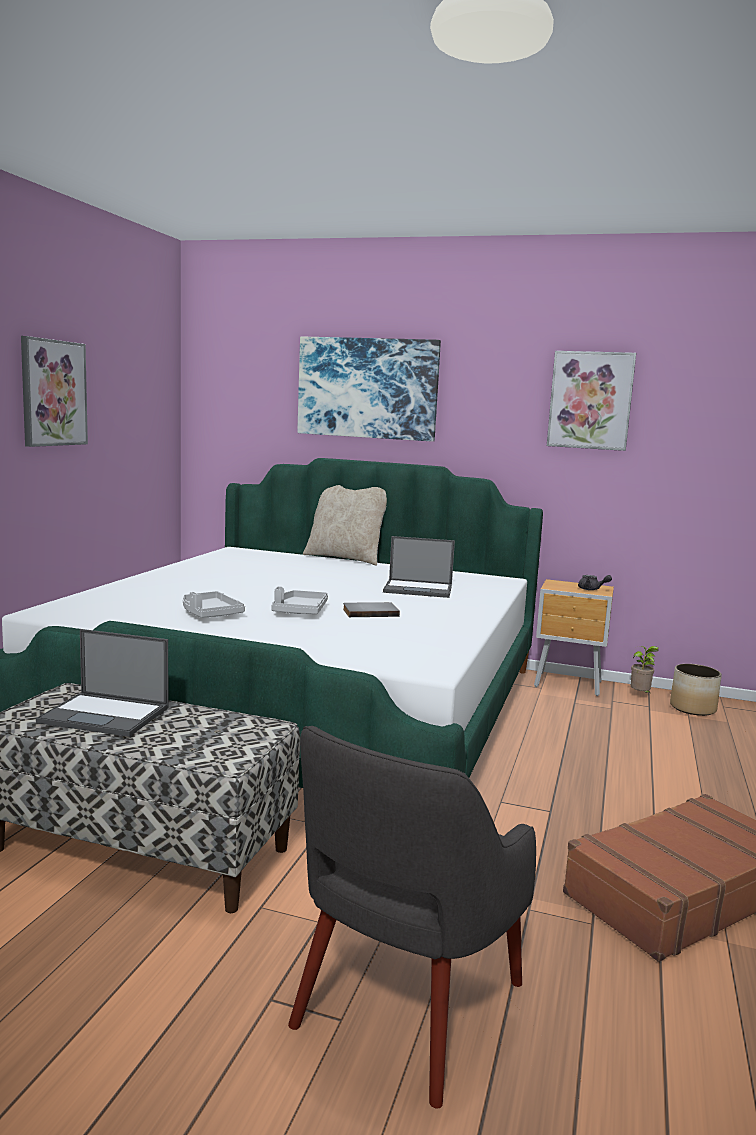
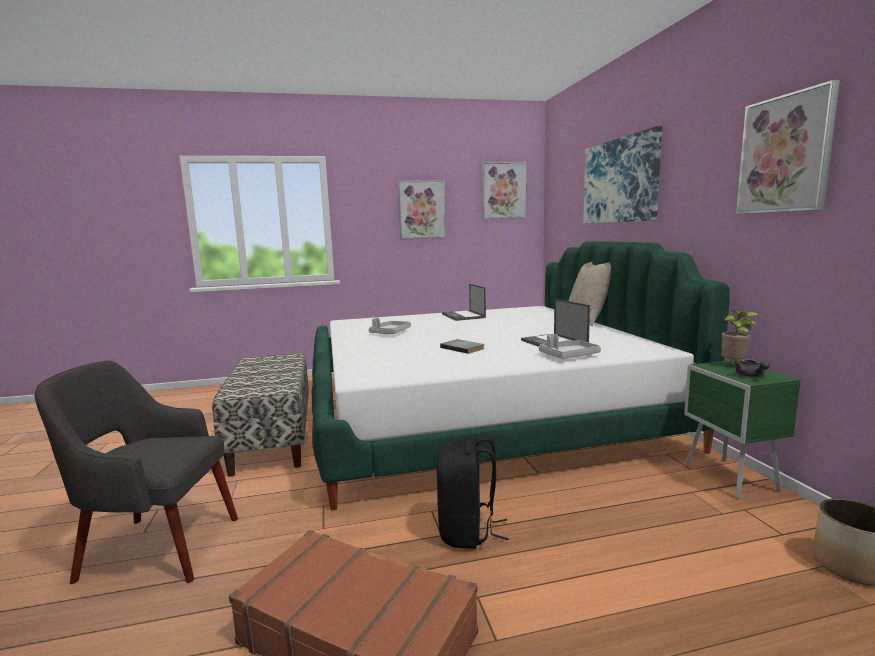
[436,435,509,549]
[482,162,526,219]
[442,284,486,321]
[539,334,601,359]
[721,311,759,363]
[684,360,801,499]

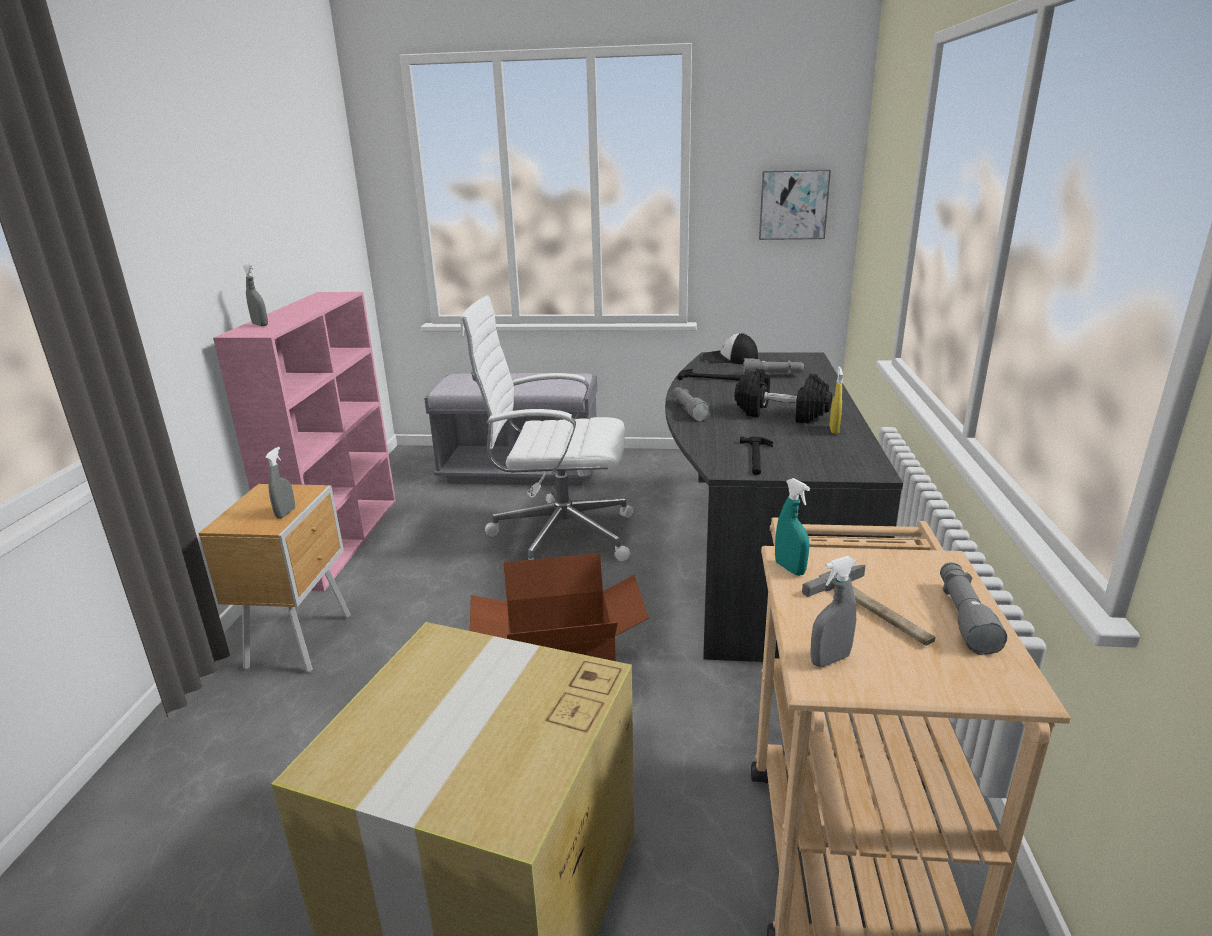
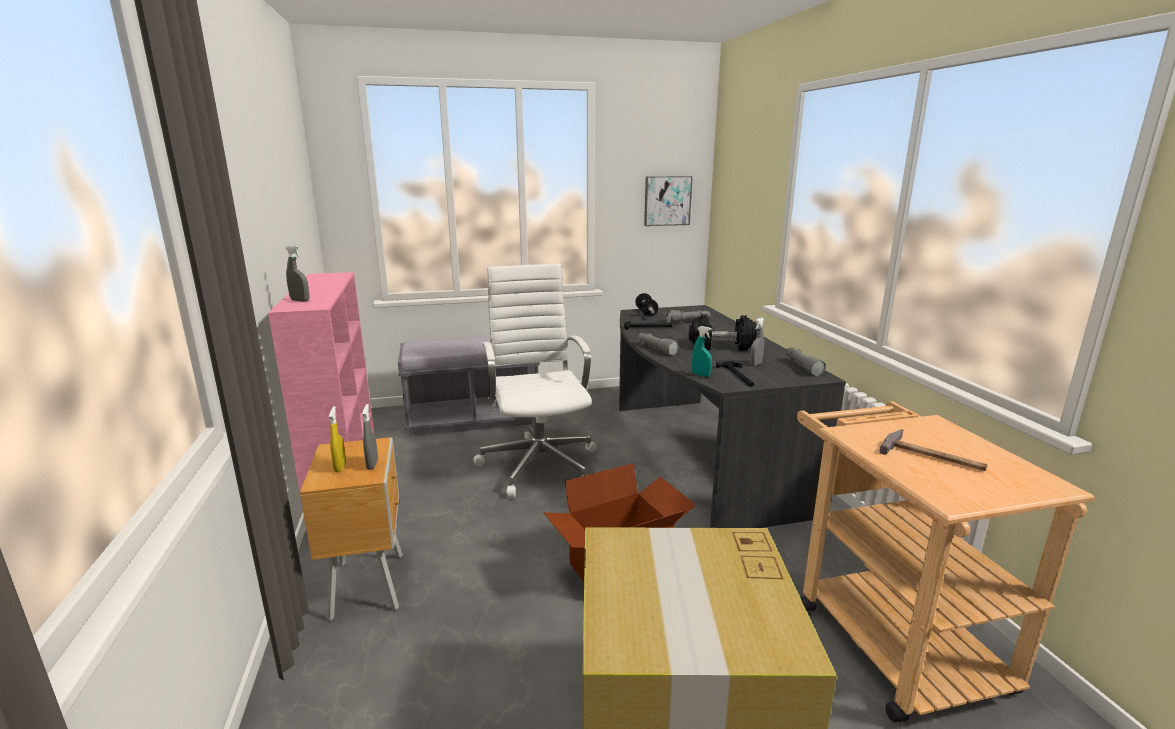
[692,326,712,377]
[749,317,764,366]
[329,406,346,472]
[786,347,826,376]
[635,293,658,317]
[473,264,597,498]

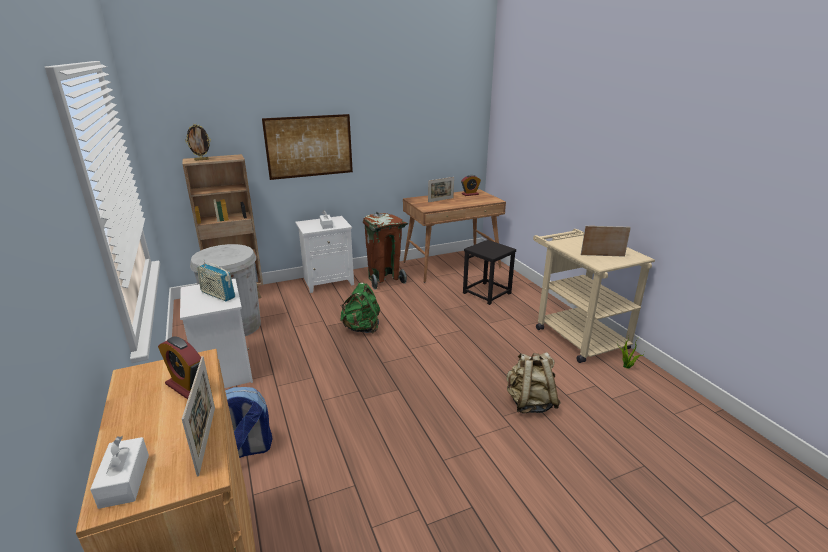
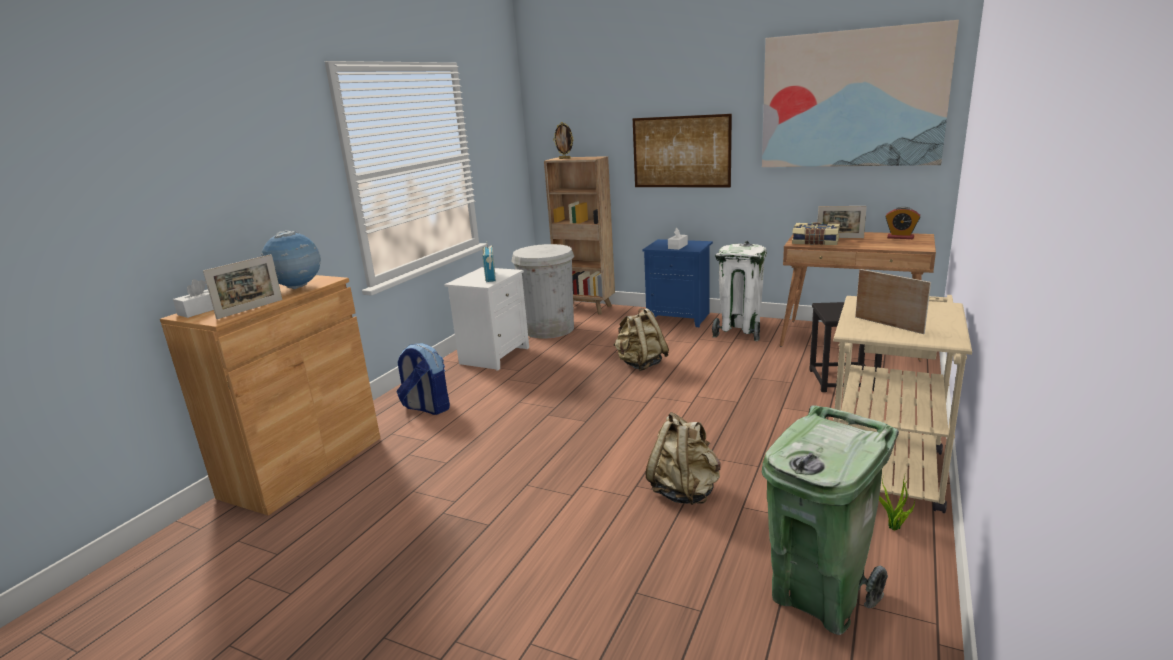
[762,20,959,167]
[762,405,899,635]
[792,222,840,245]
[261,230,321,289]
[642,239,713,327]
[614,308,669,371]
[712,241,767,341]

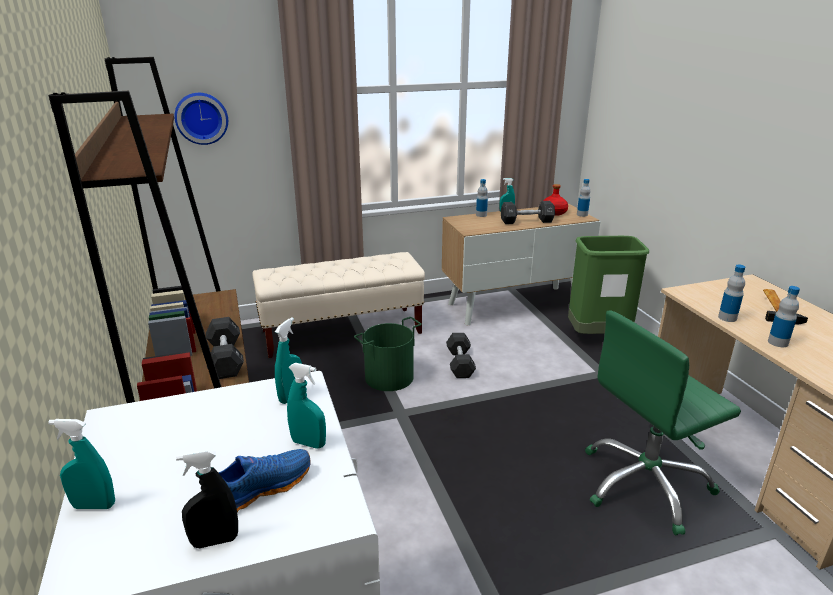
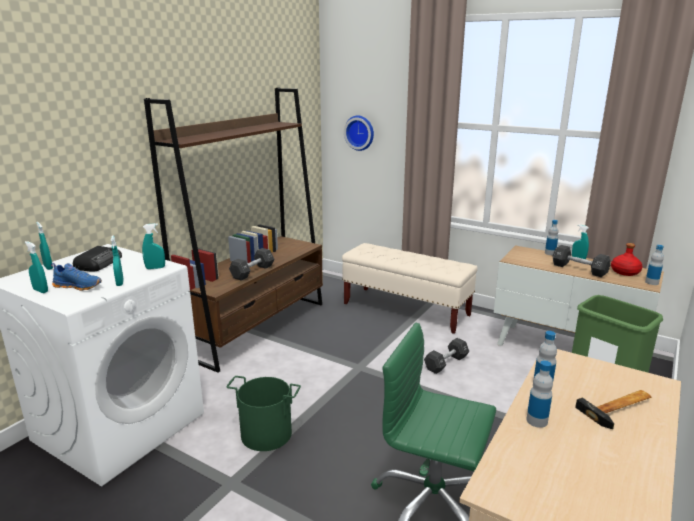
[73,246,122,272]
[226,376,301,451]
[25,241,48,293]

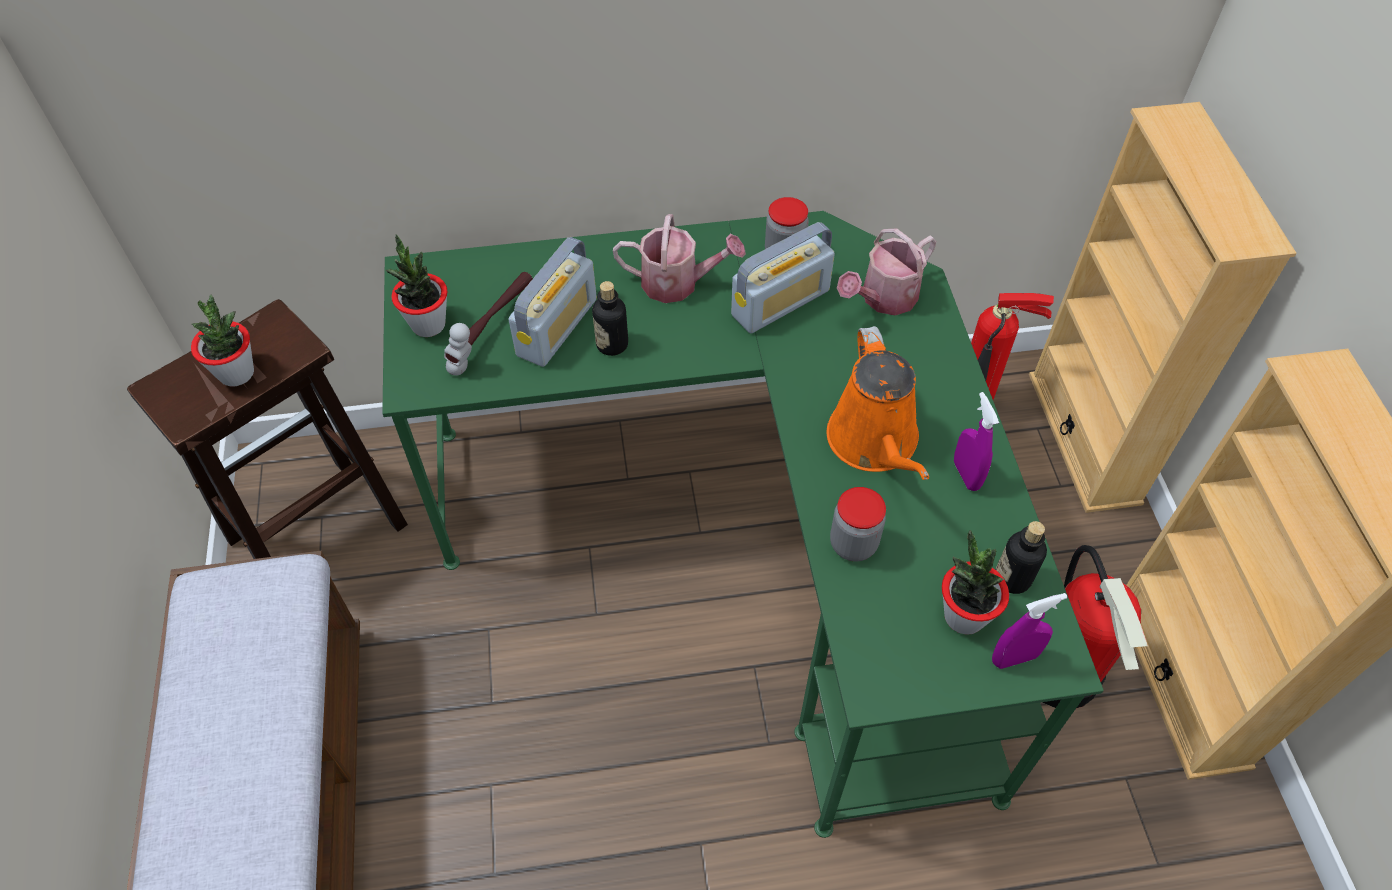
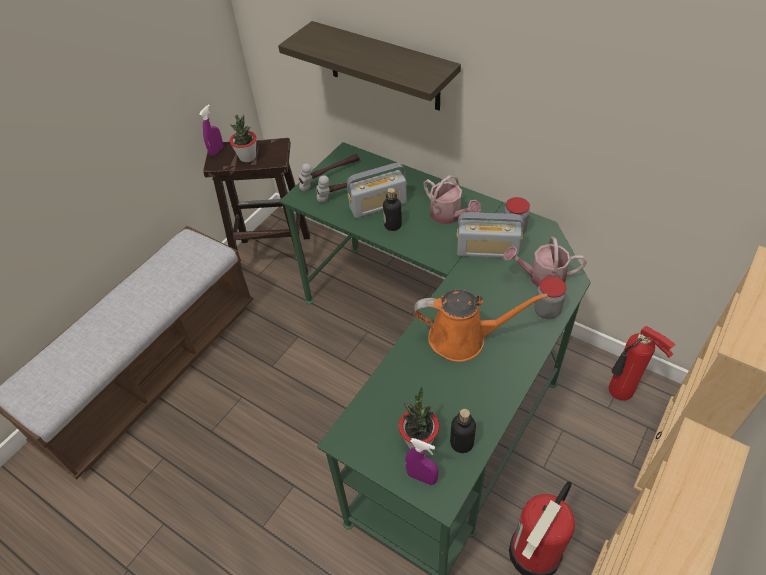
[278,21,461,110]
[534,277,567,319]
[199,104,223,156]
[299,154,360,191]
[414,290,548,362]

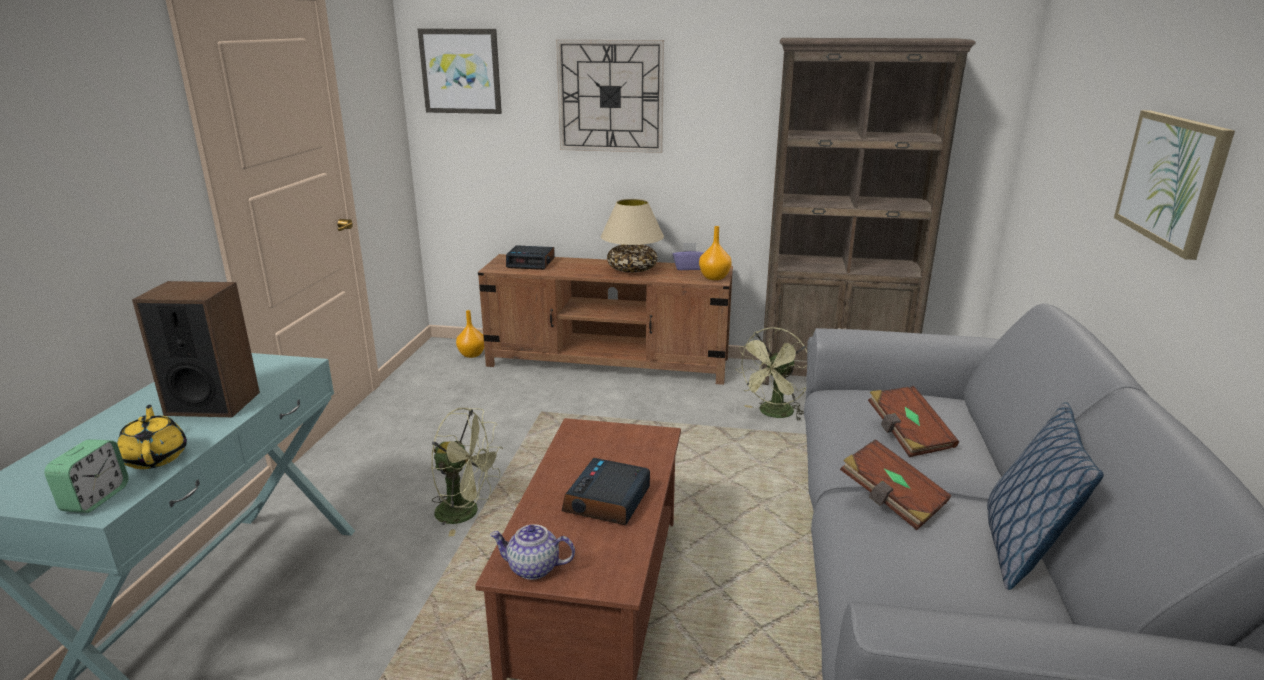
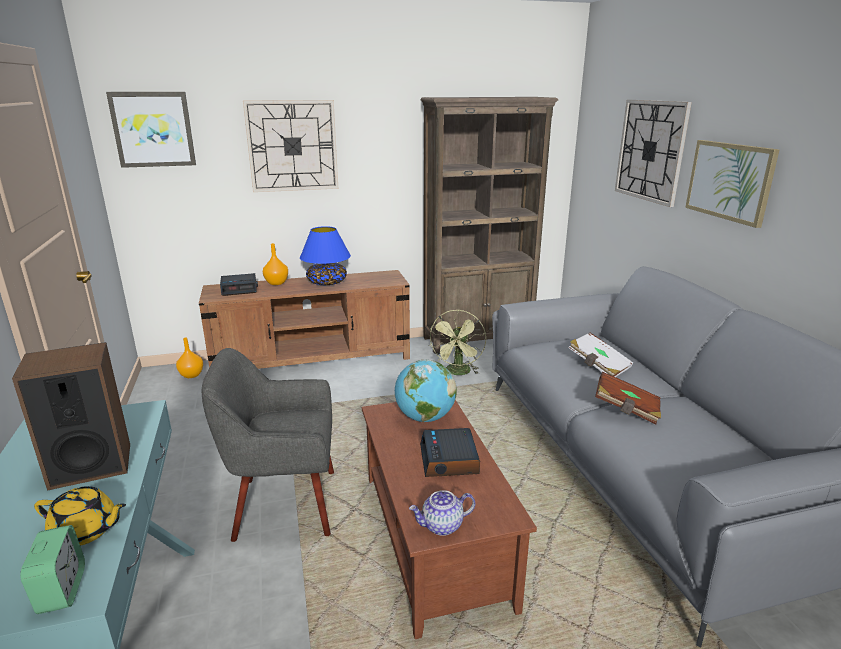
[673,243,704,270] (first image)
[987,402,1104,590] (first image)
[395,360,457,422]
[615,100,692,207]
[263,243,288,285]
[202,348,334,542]
[300,226,351,285]
[568,333,633,377]
[34,486,126,546]

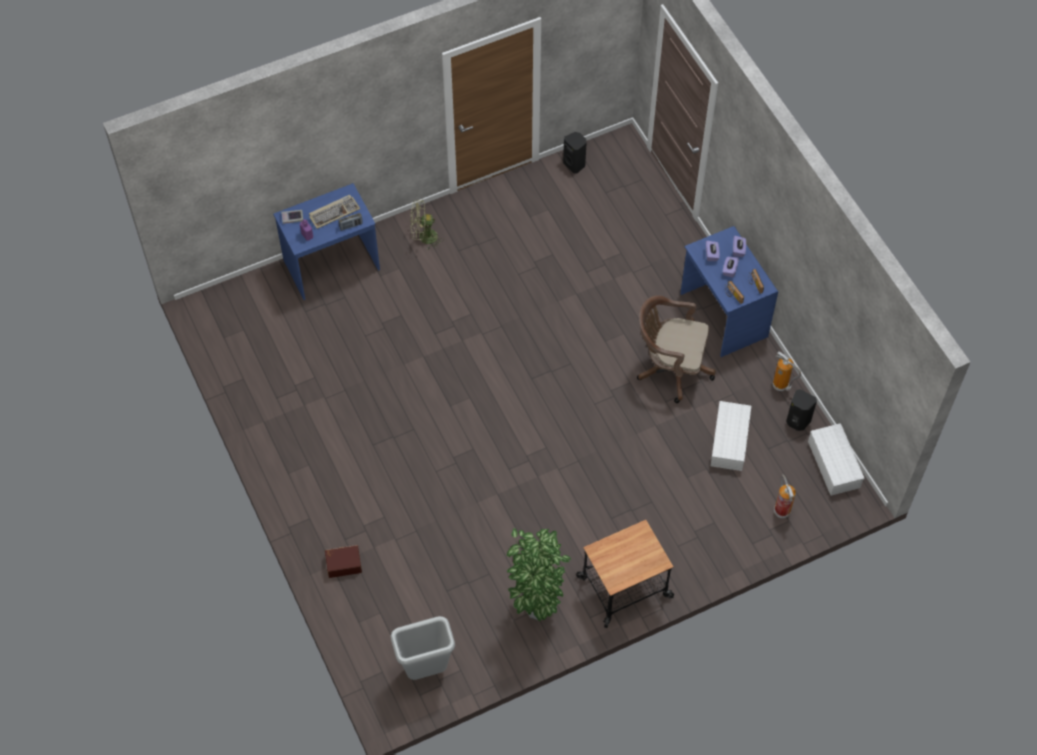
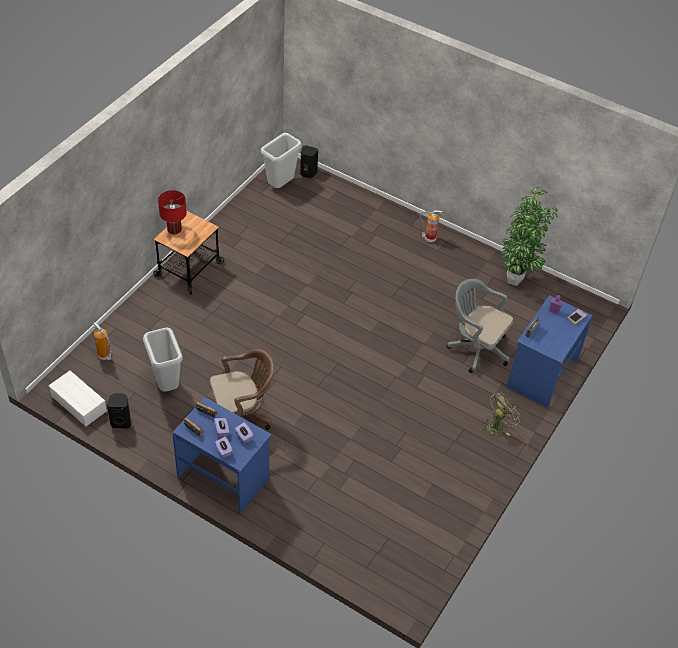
[309,195,360,229] (first image)
[325,545,362,578] (first image)
[158,190,187,234]
[446,279,513,373]
[501,187,558,286]
[300,145,318,178]
[419,210,443,242]
[143,327,183,392]

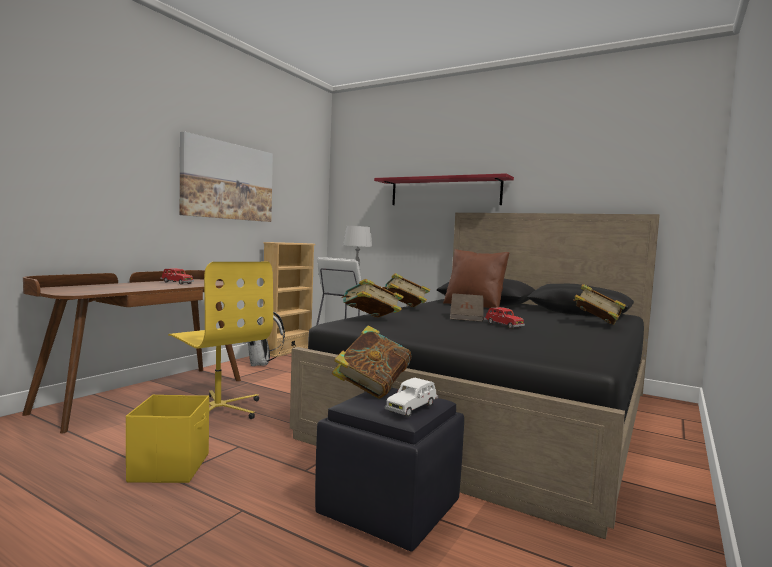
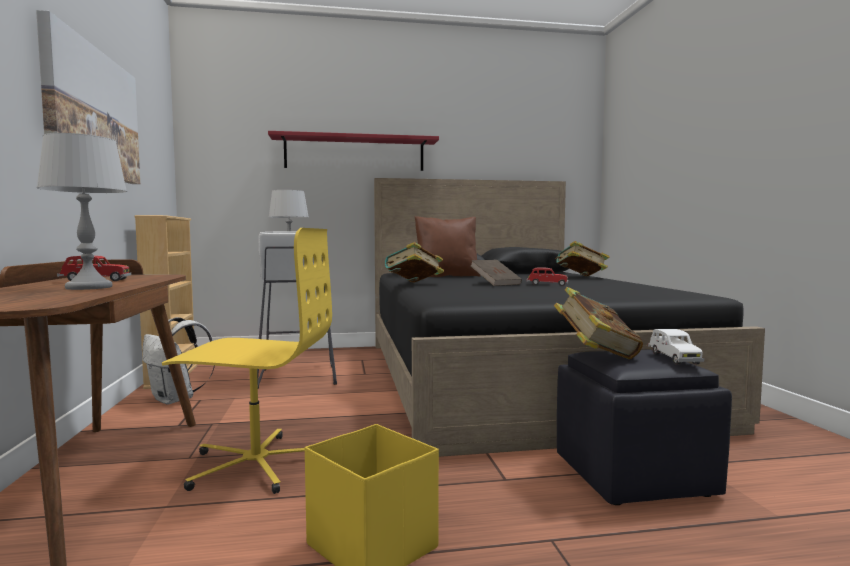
[341,278,404,318] (first image)
[36,133,127,290]

